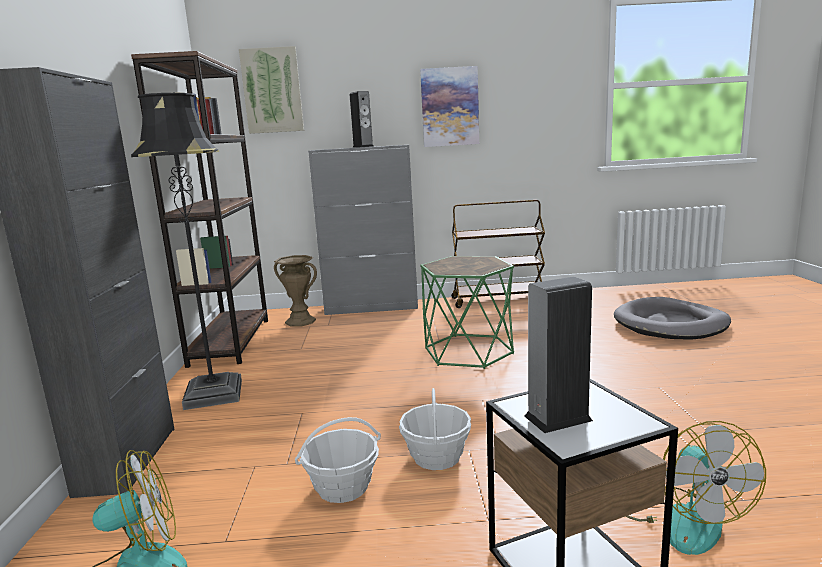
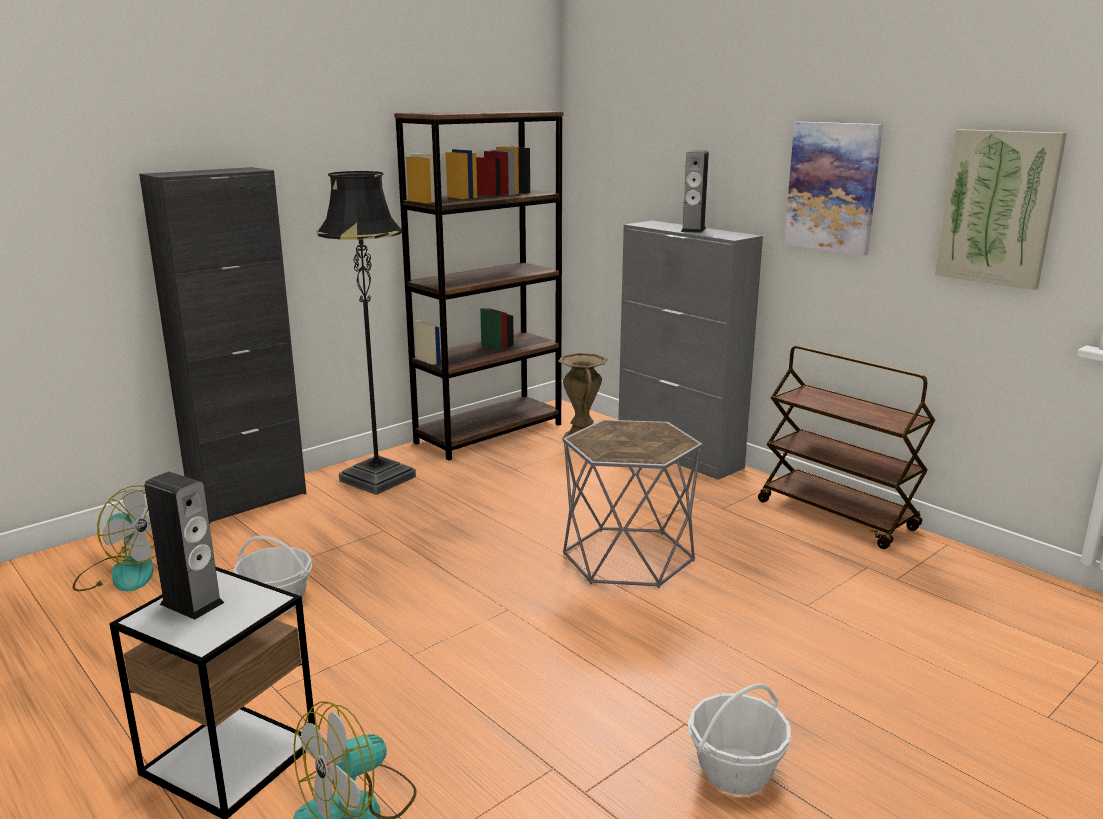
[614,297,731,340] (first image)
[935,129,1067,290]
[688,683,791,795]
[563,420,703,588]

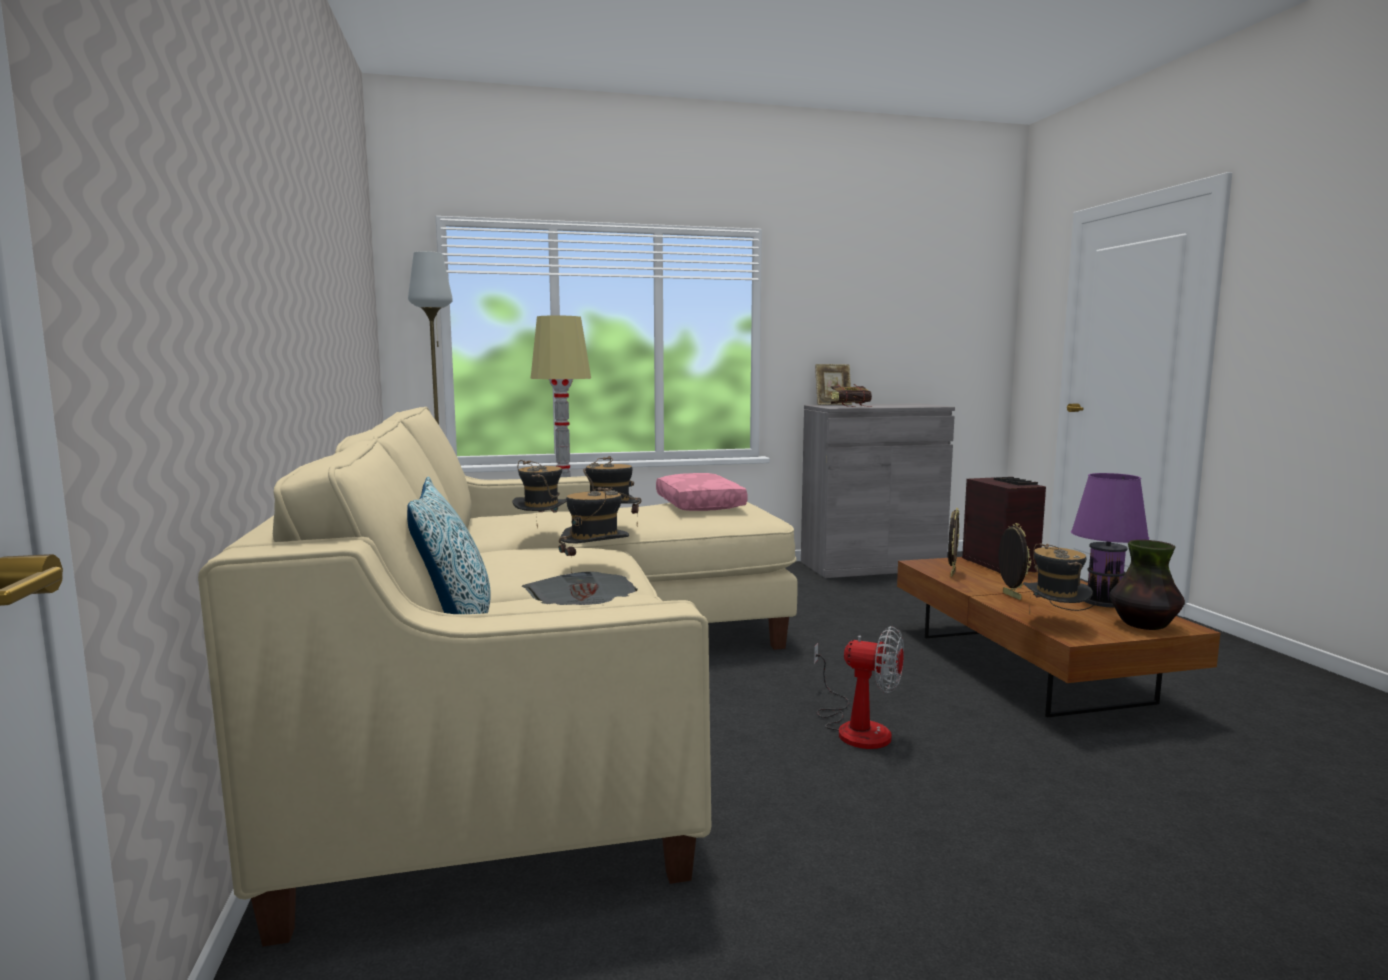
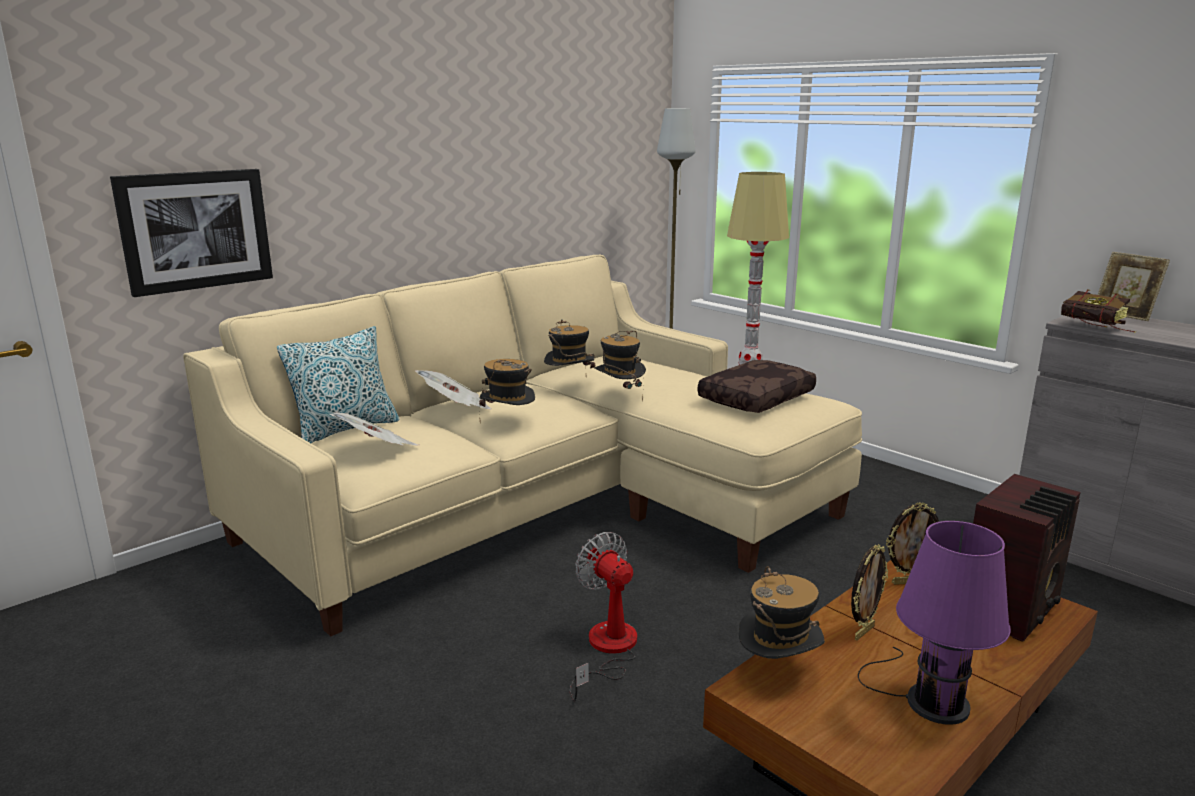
[1109,540,1185,630] (first image)
[110,169,273,297]
[415,370,491,409]
[697,360,816,413]
[570,532,637,701]

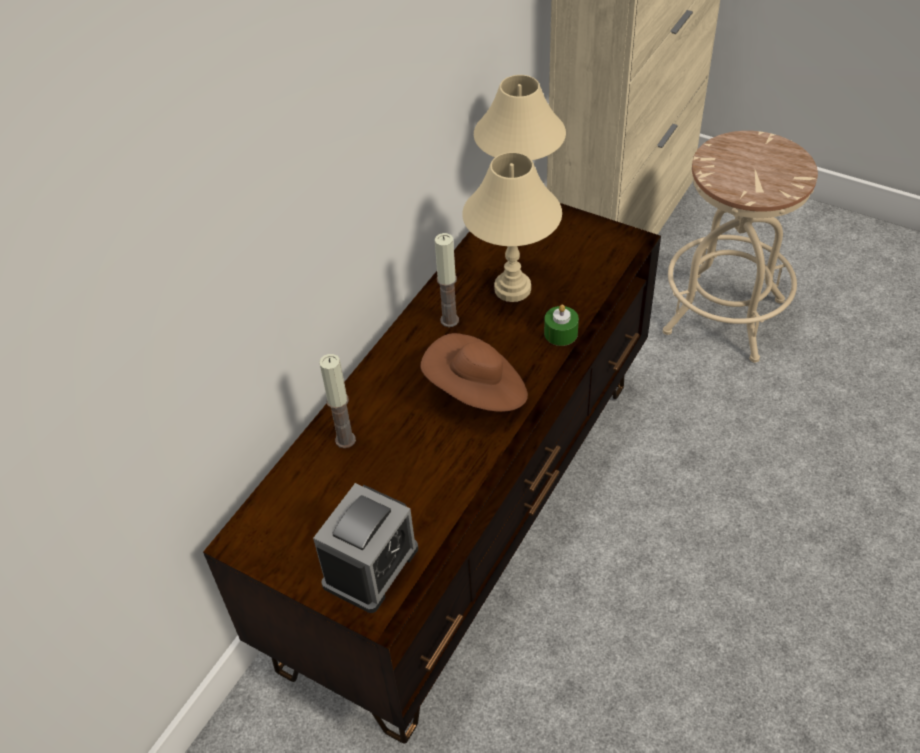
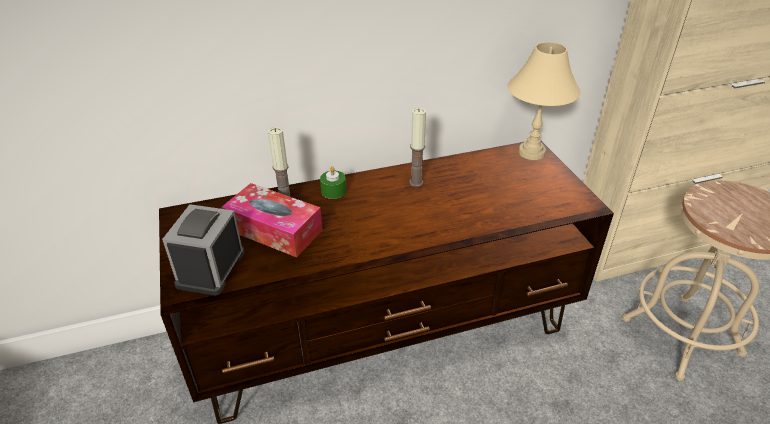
[420,333,528,412] (first image)
[462,152,562,302] (first image)
[222,183,323,257]
[320,166,346,199]
[162,204,245,296]

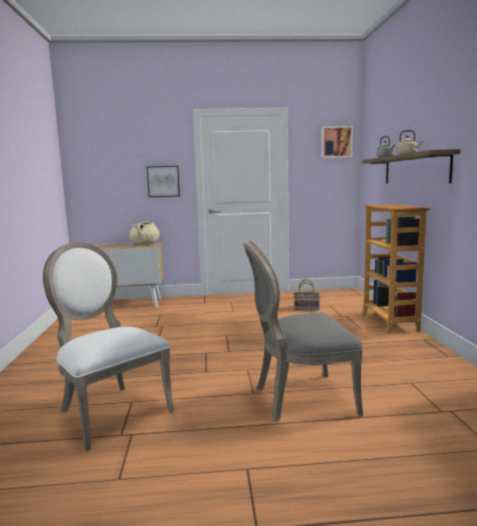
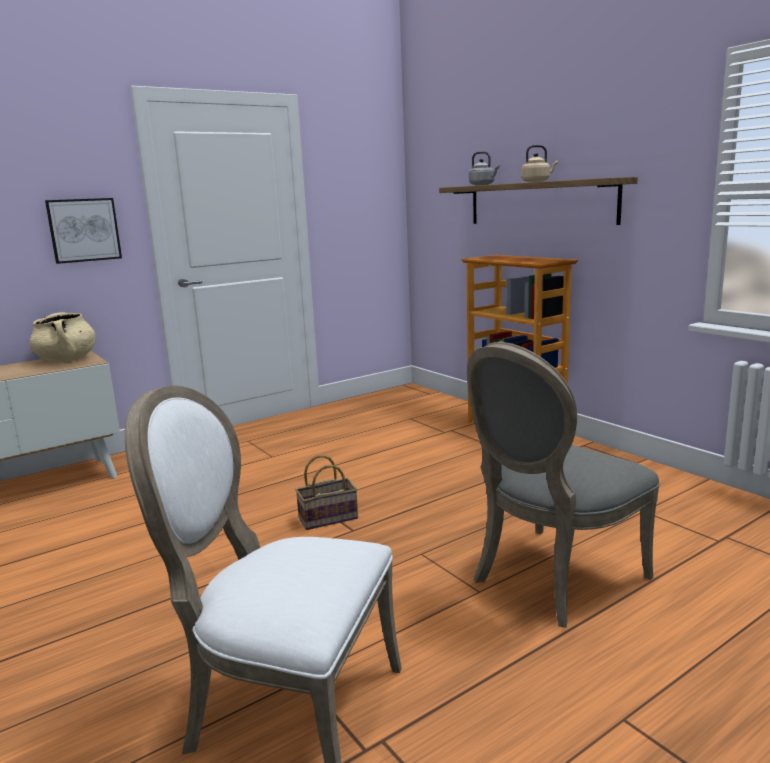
[321,126,353,158] (first image)
[295,455,358,530]

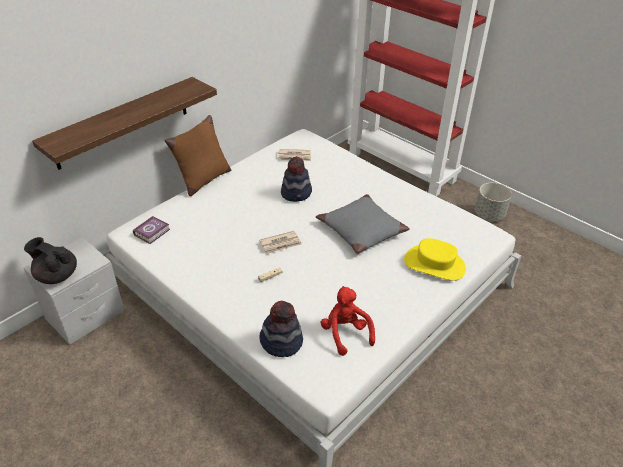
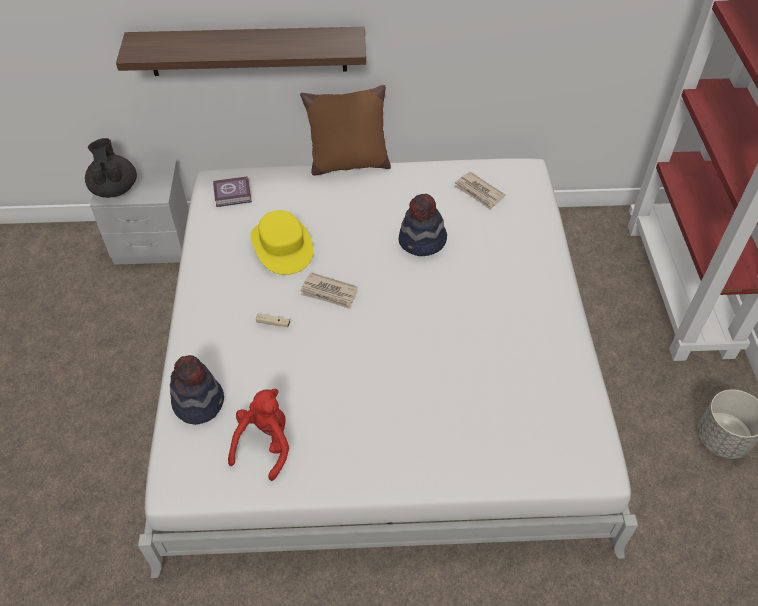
[316,194,410,254] (first image)
[251,210,313,275]

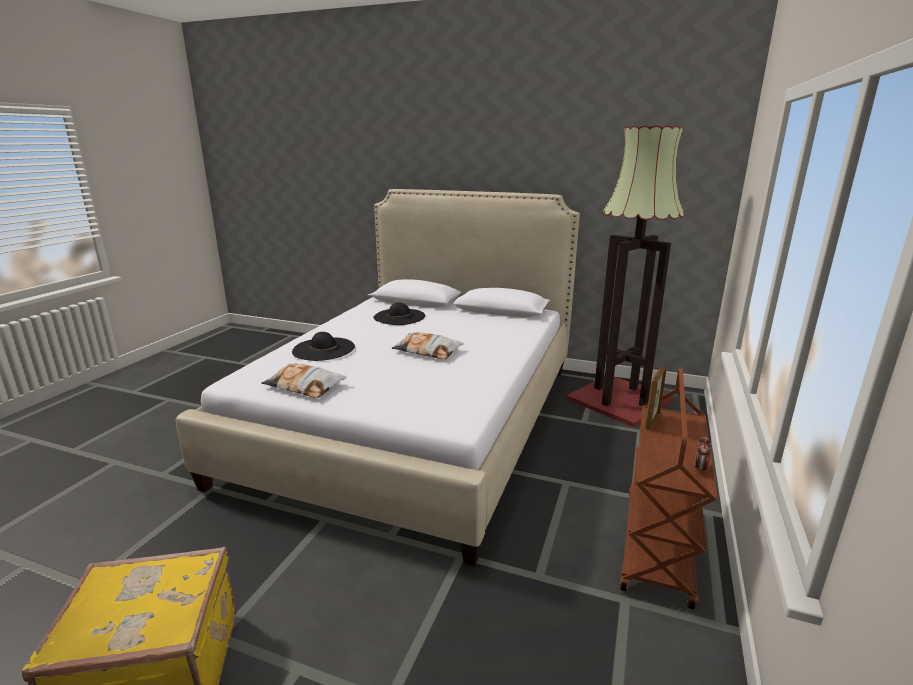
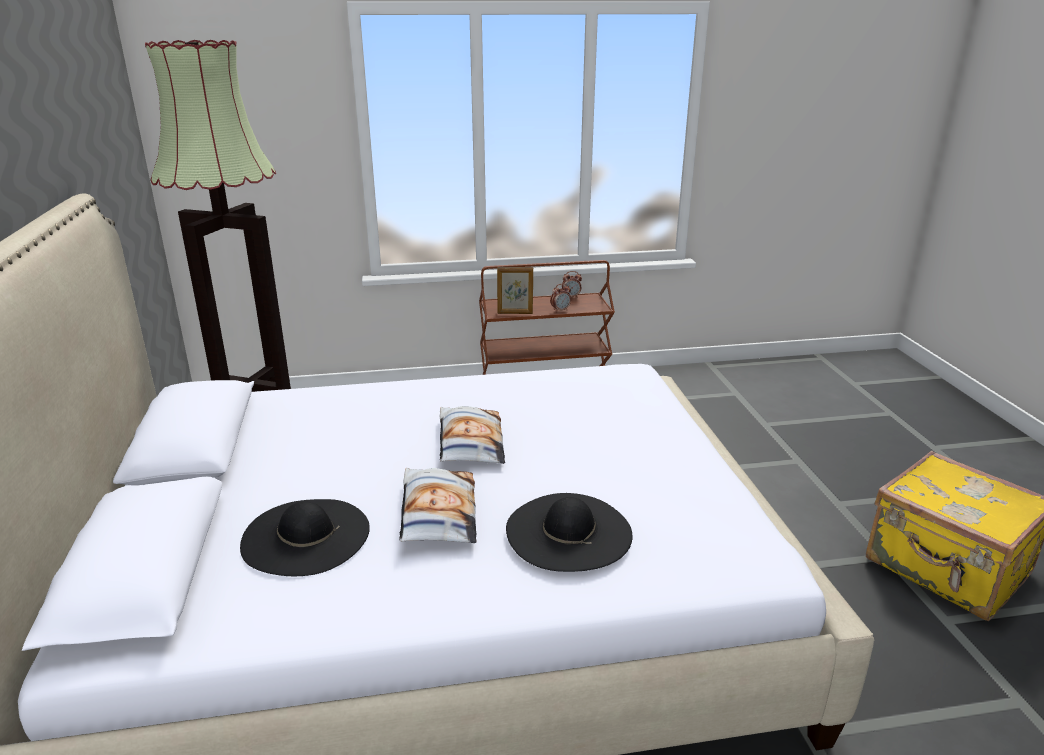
[550,283,571,312]
[399,468,477,543]

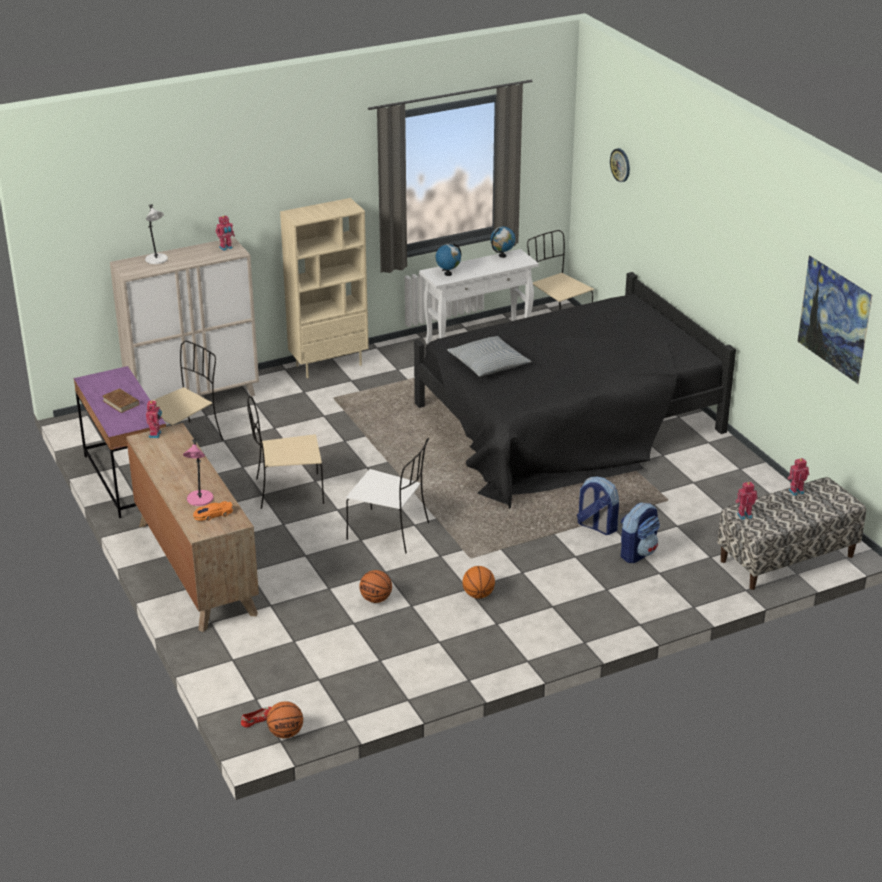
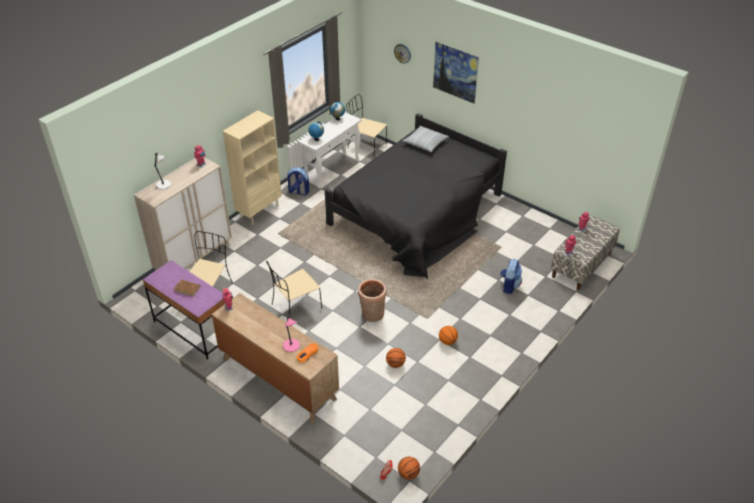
[402,126,449,152]
[287,167,310,195]
[433,42,479,104]
[358,279,386,322]

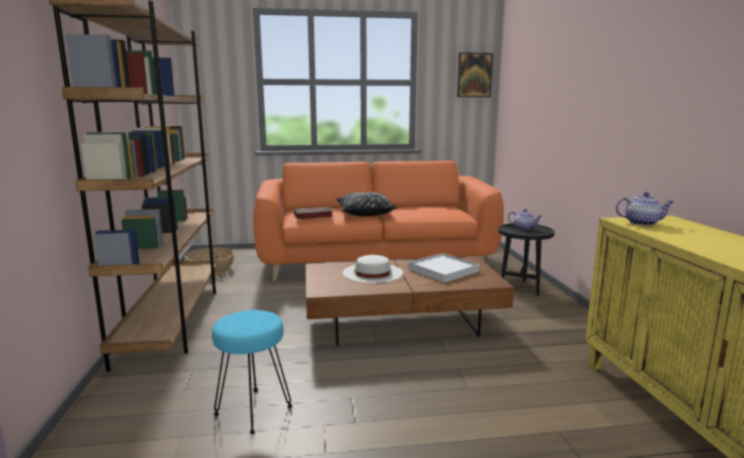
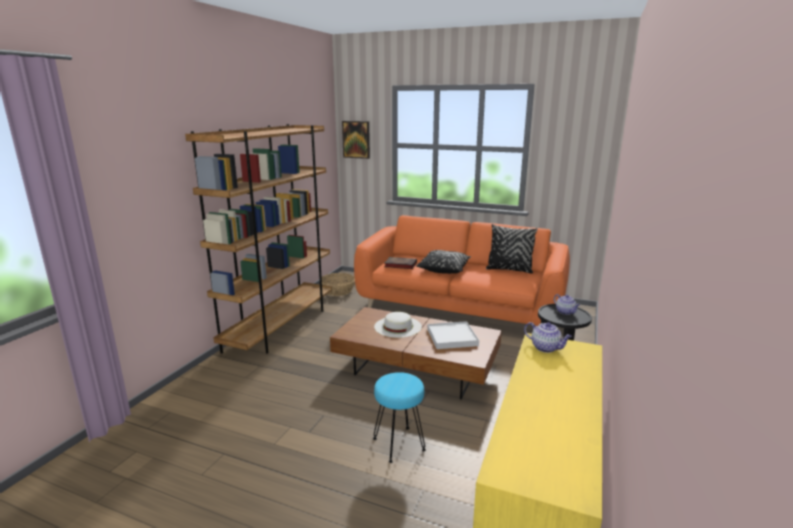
[486,224,538,274]
[373,372,426,463]
[342,121,370,159]

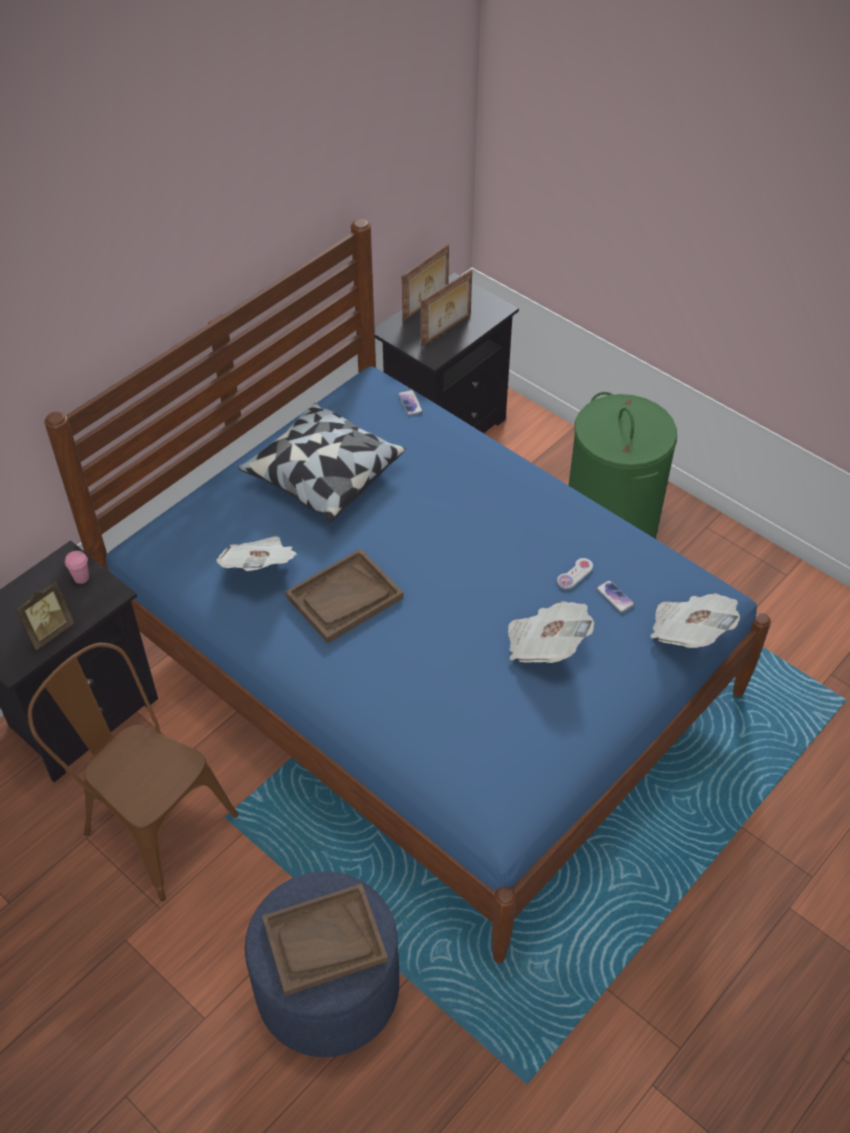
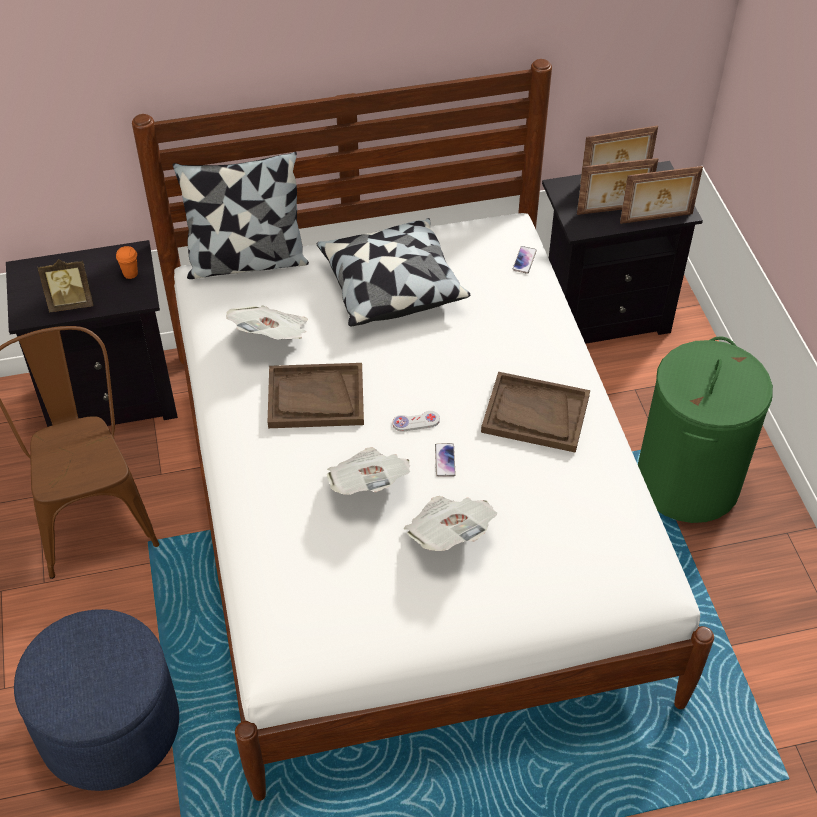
[173,152,309,279]
[620,166,703,224]
[481,372,590,453]
[392,411,440,432]
[435,443,456,477]
[327,447,410,495]
[132,59,714,801]
[116,246,138,279]

